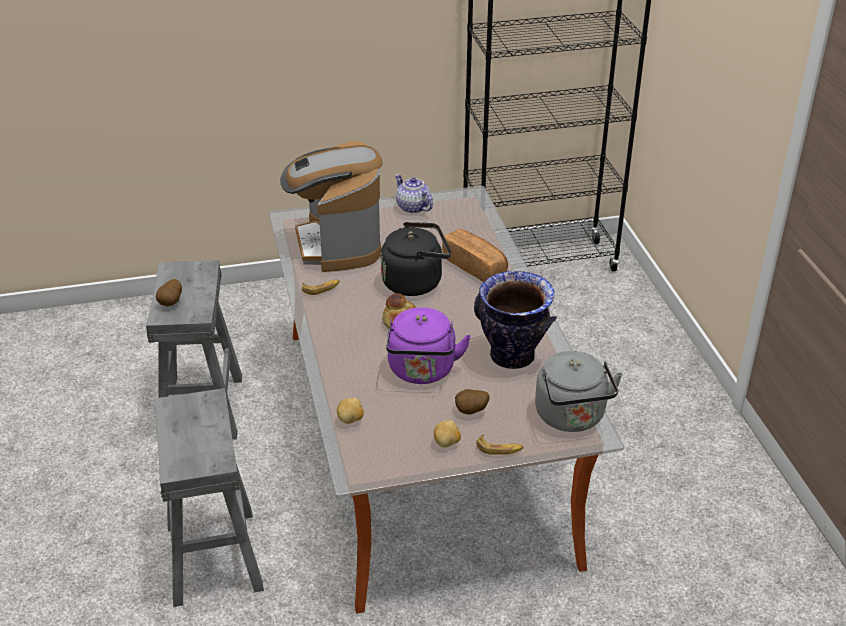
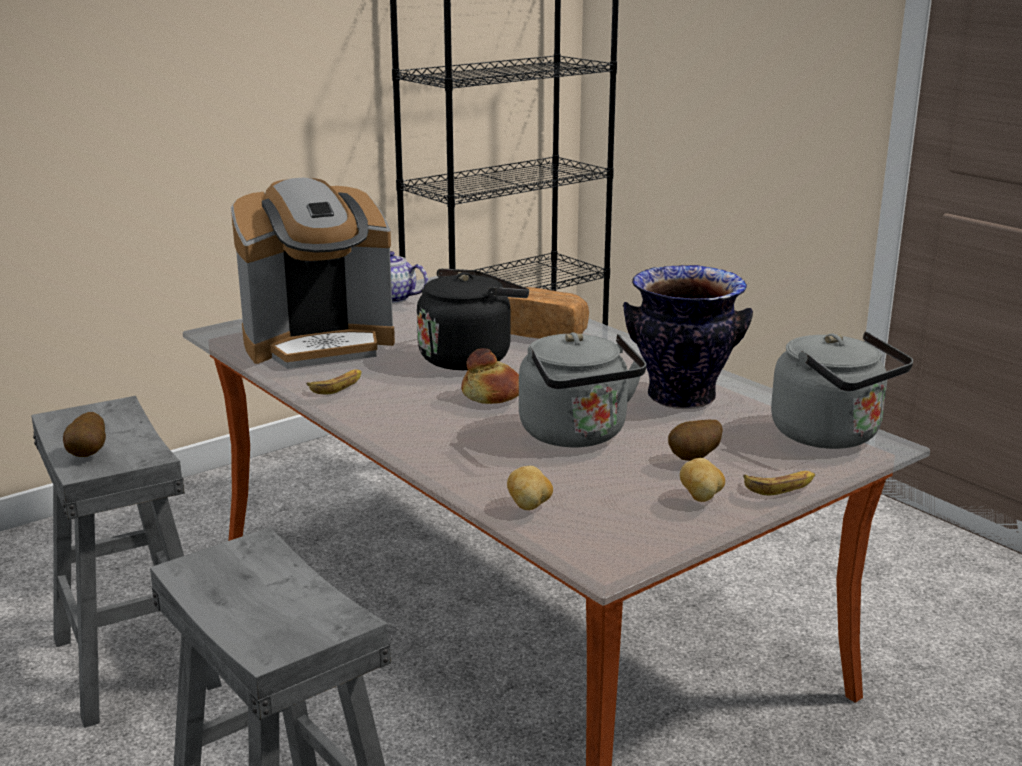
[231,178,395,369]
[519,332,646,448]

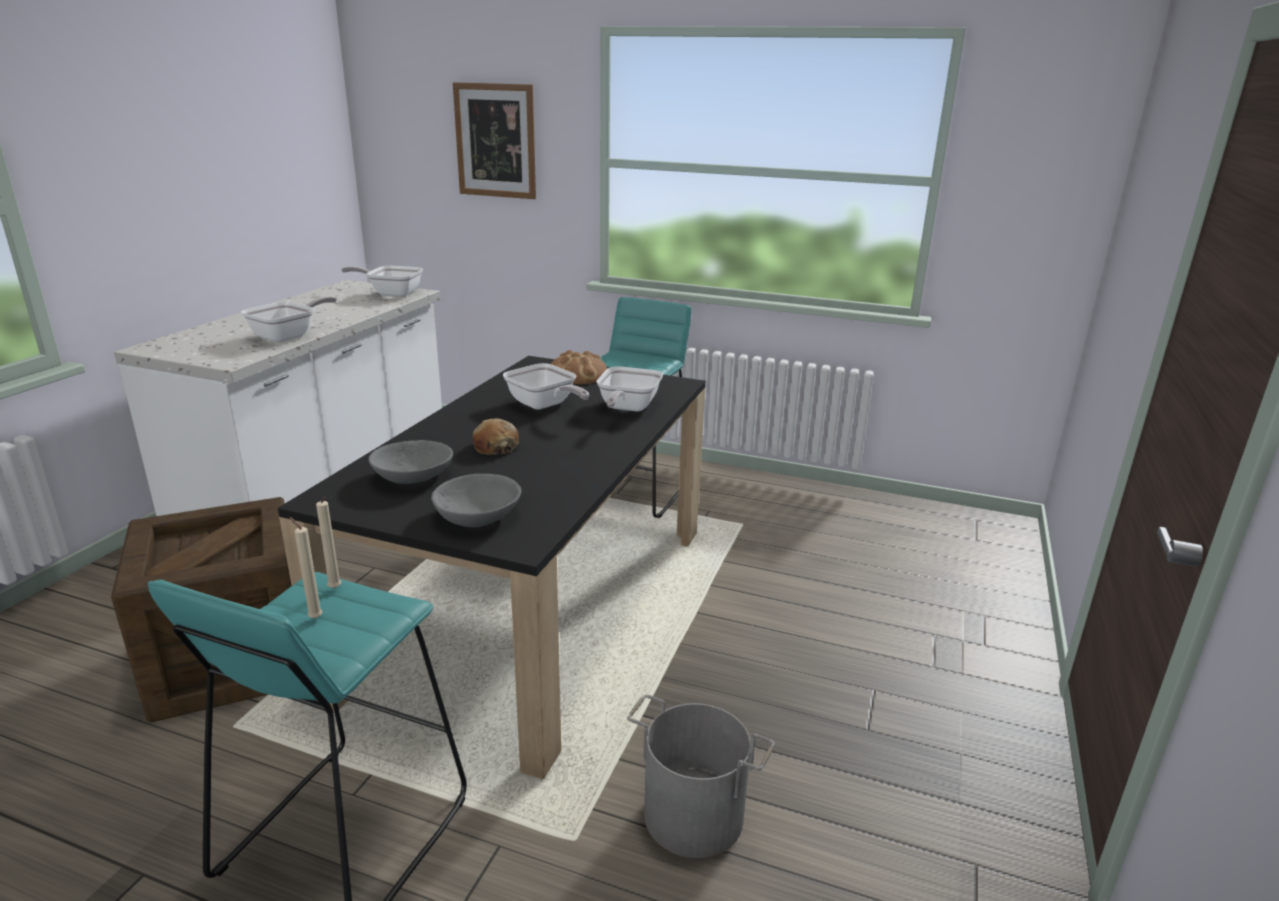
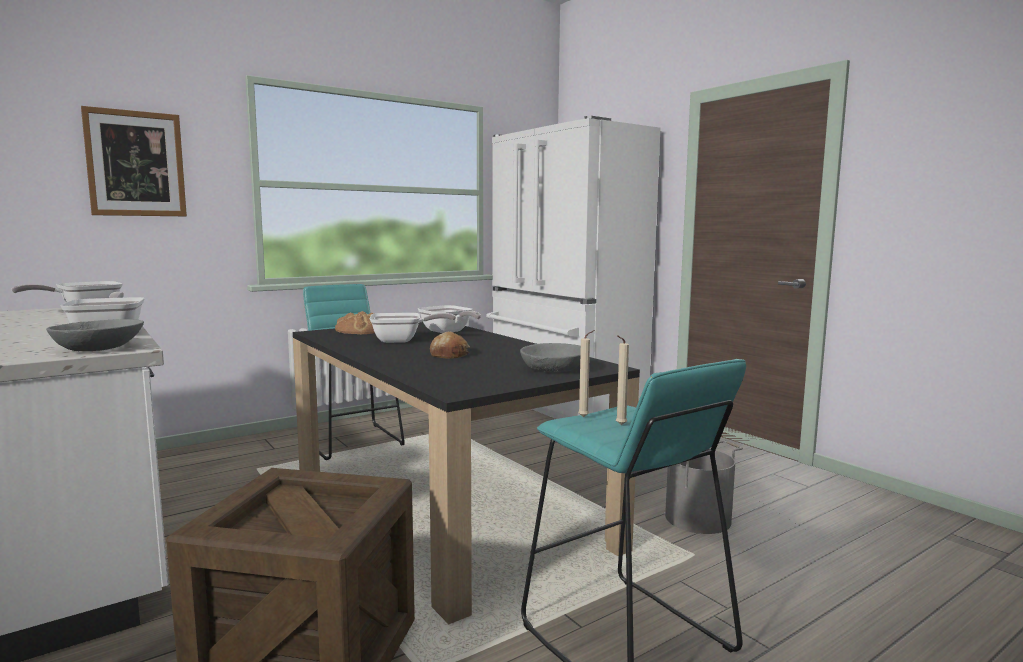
[46,319,144,351]
[486,116,661,419]

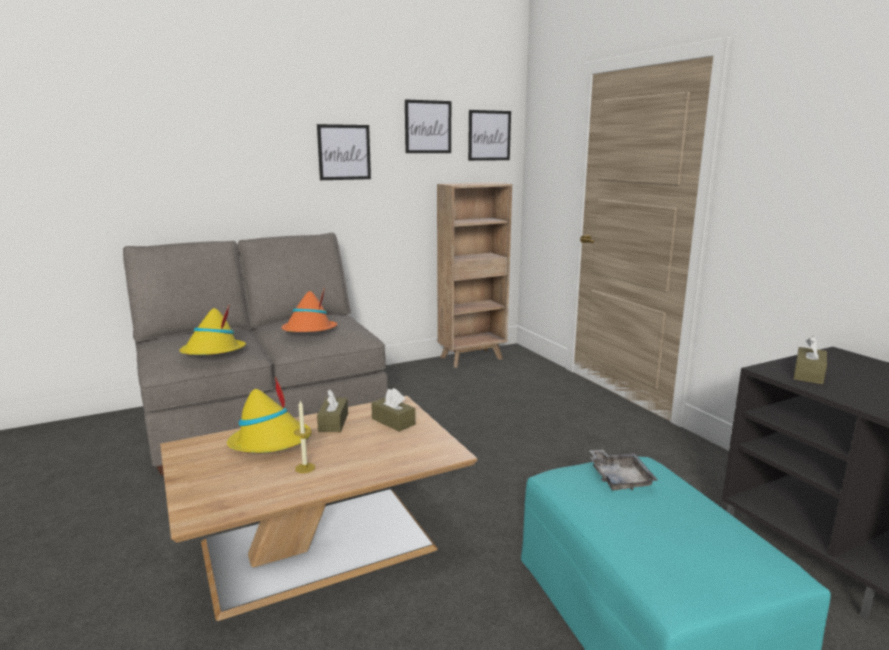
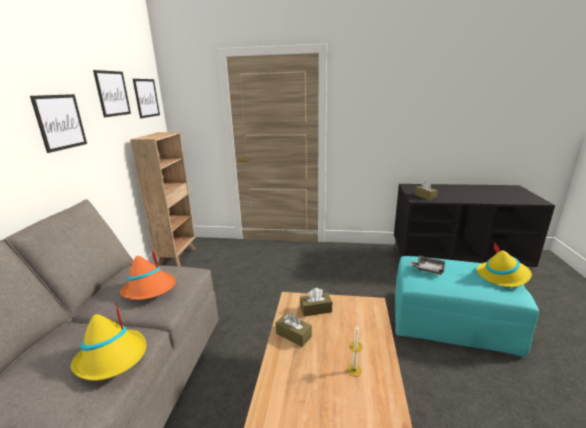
[477,241,532,287]

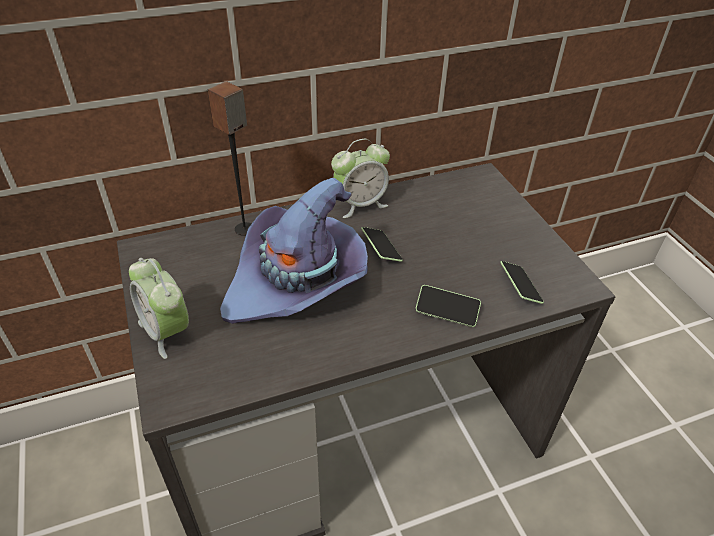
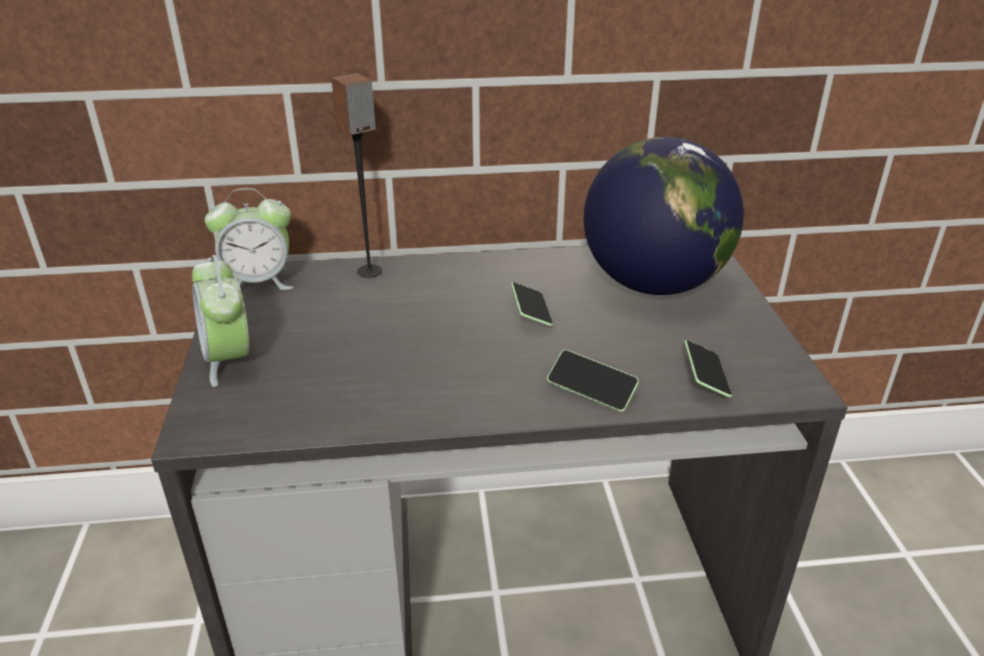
[205,188,294,290]
[220,178,368,324] (first image)
[584,137,744,295]

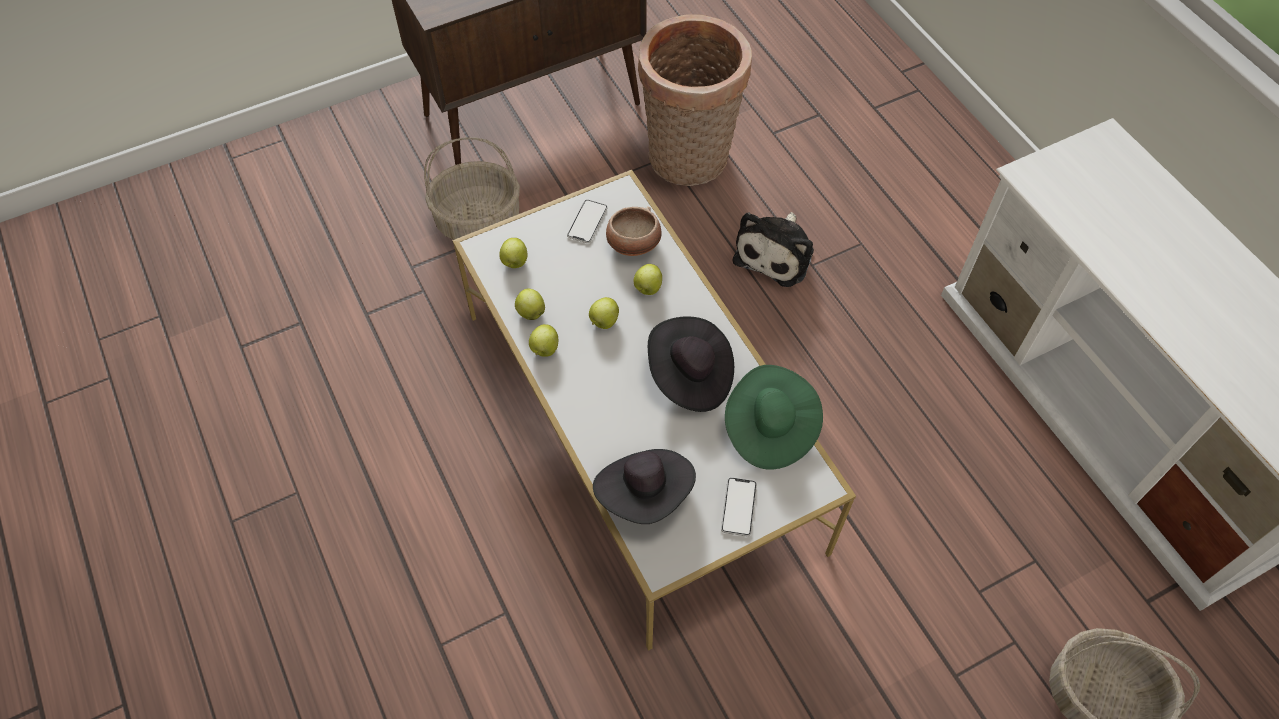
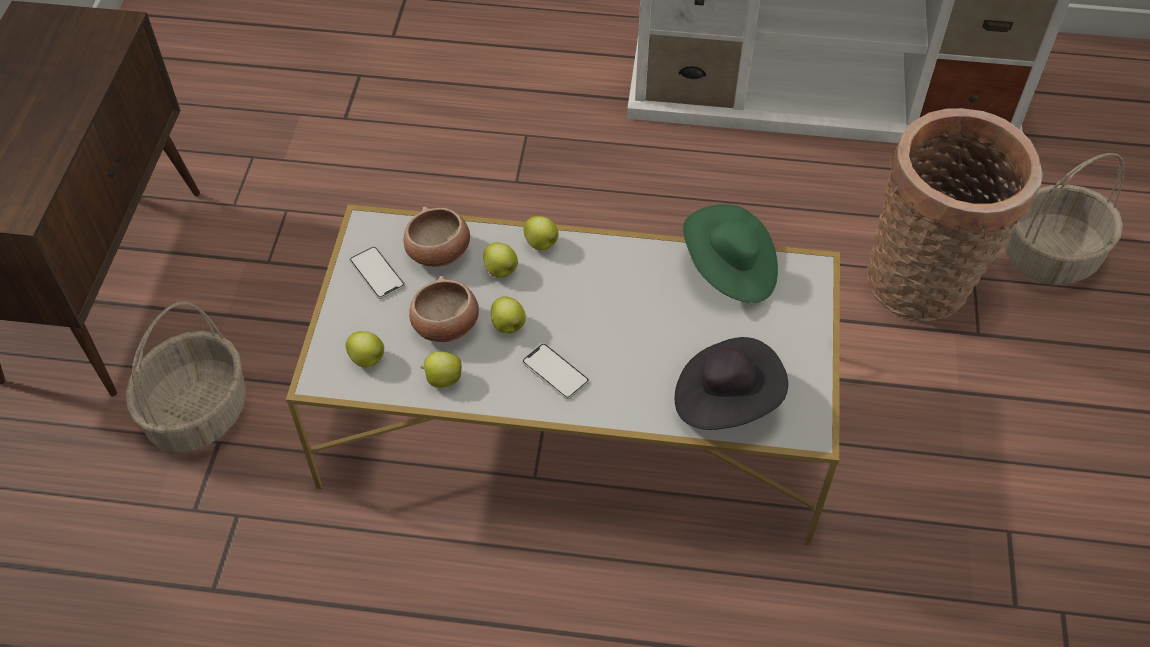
[867,108,1043,321]
[733,212,814,287] (first image)
[648,316,734,412] (first image)
[523,216,559,250]
[522,344,589,399]
[409,276,479,342]

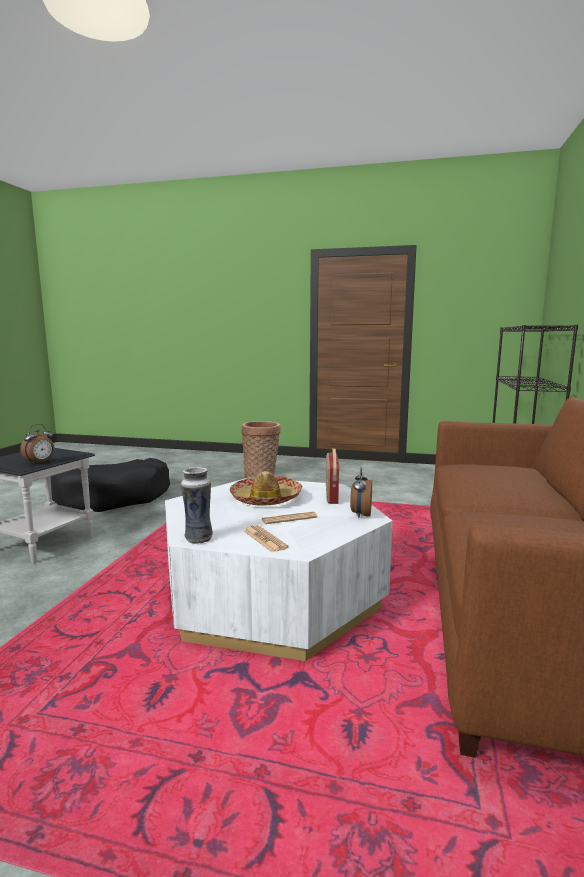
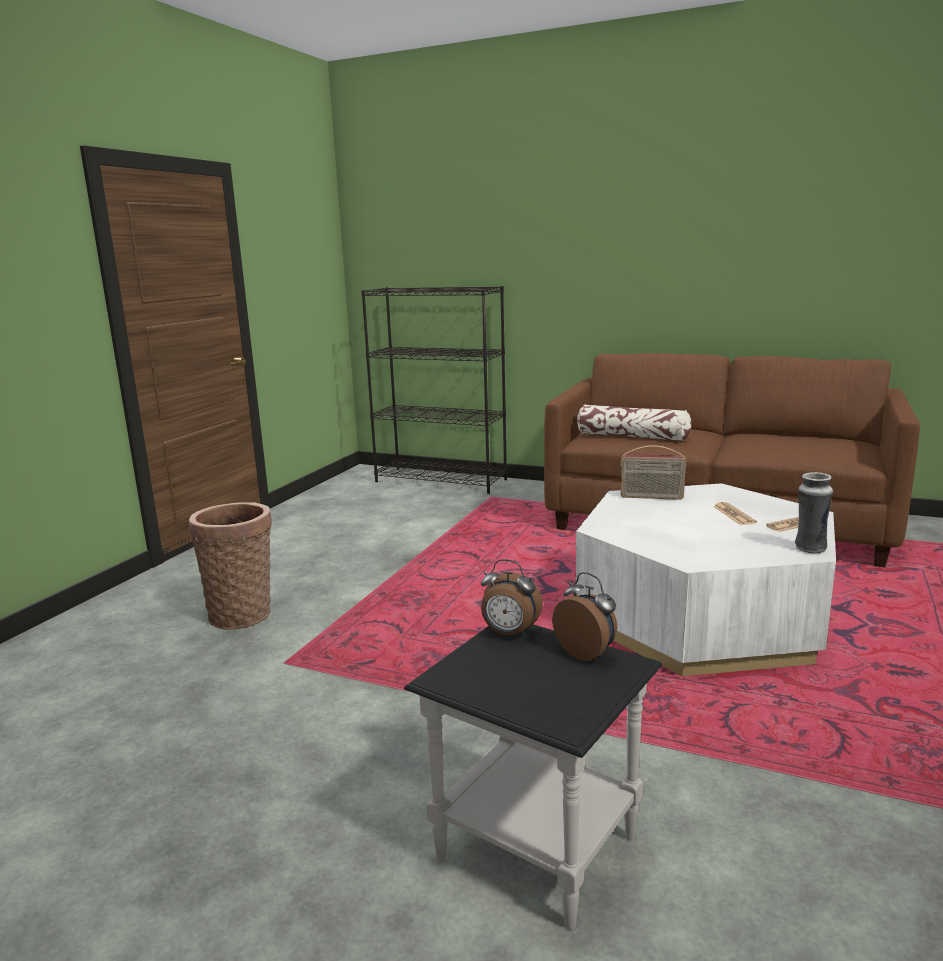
[50,458,170,512] (first image)
[481,559,543,637]
[230,471,302,506] (first image)
[577,404,692,441]

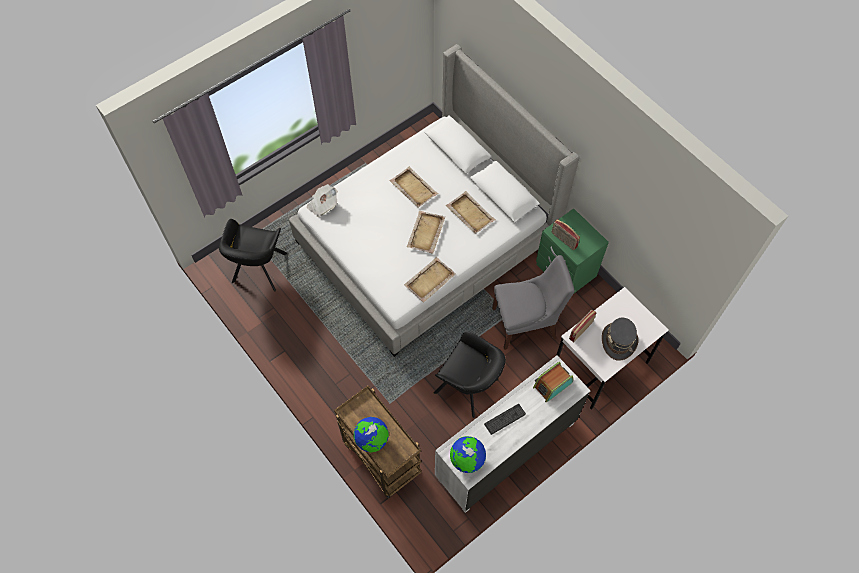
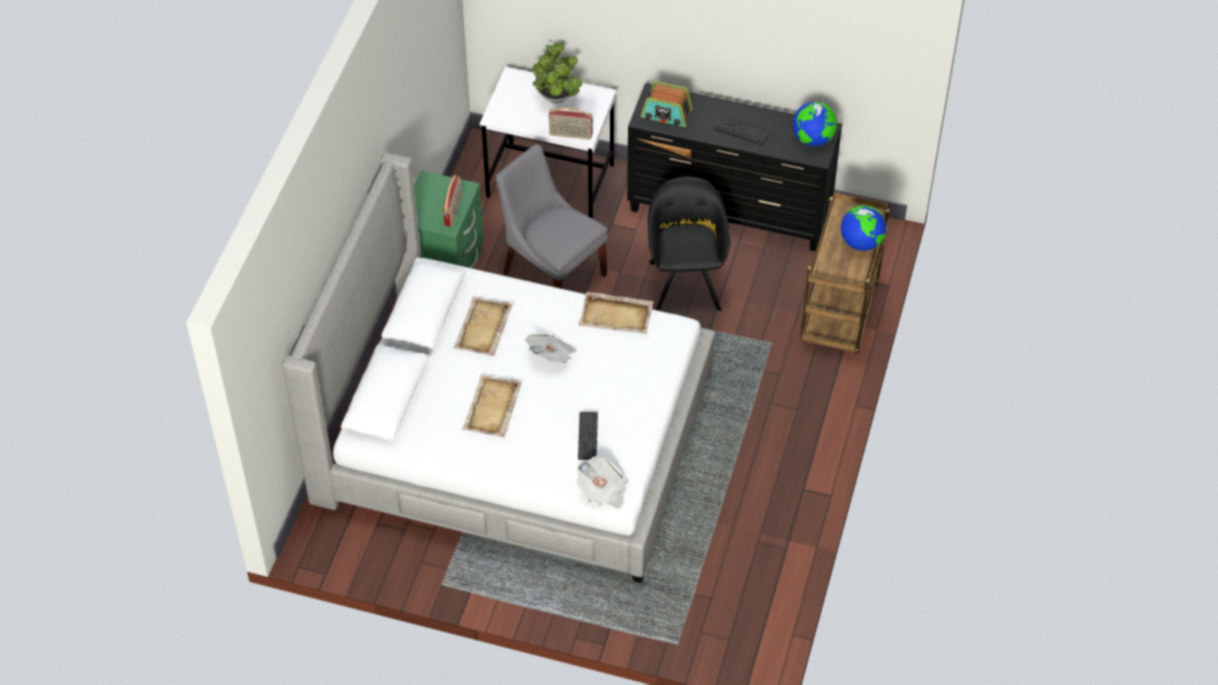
[526,334,577,363]
[219,219,287,291] (first image)
[533,42,582,104]
[627,83,842,251]
[578,412,598,460]

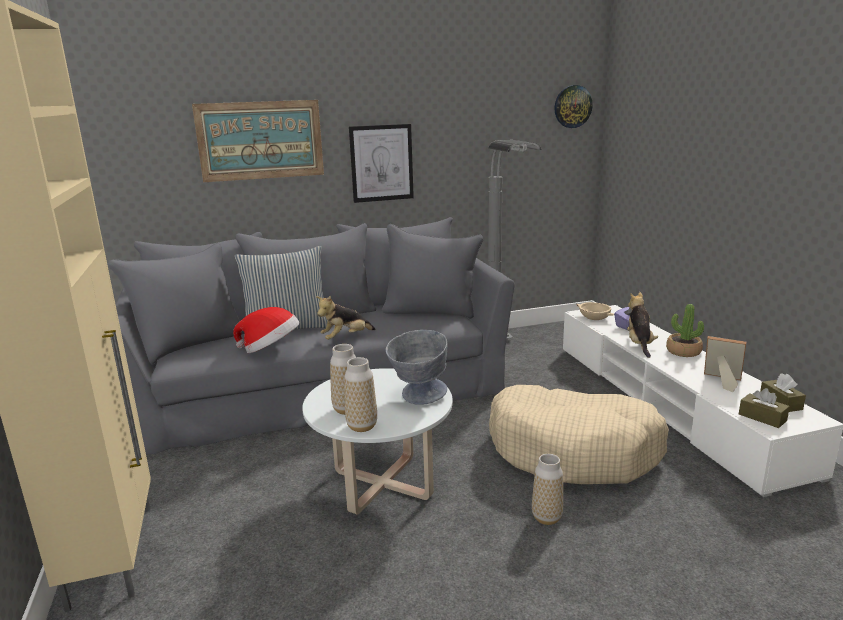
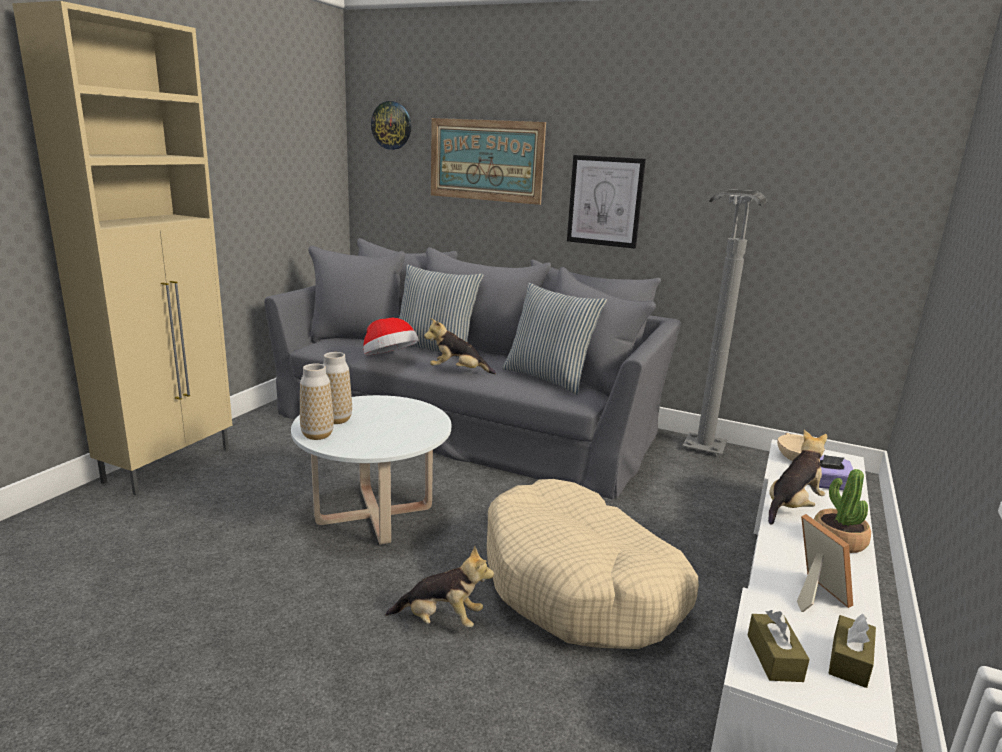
[371,101,411,150]
[386,330,447,405] (first image)
[385,546,494,628]
[502,283,607,395]

